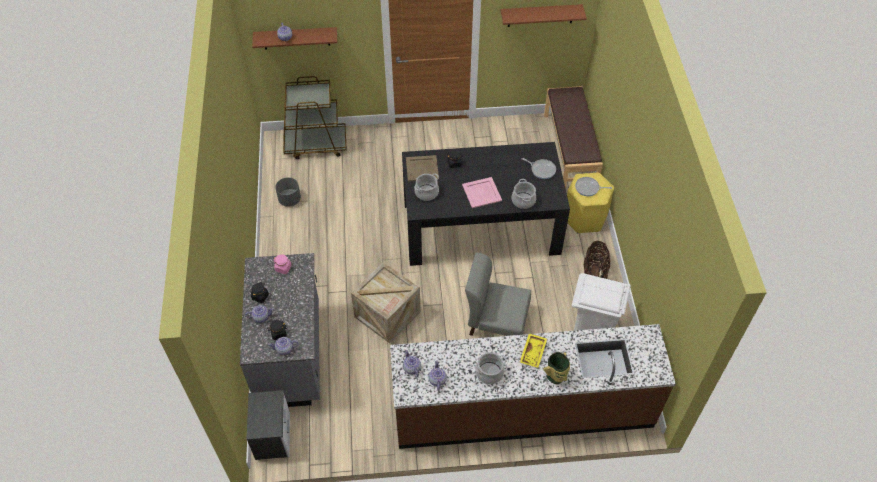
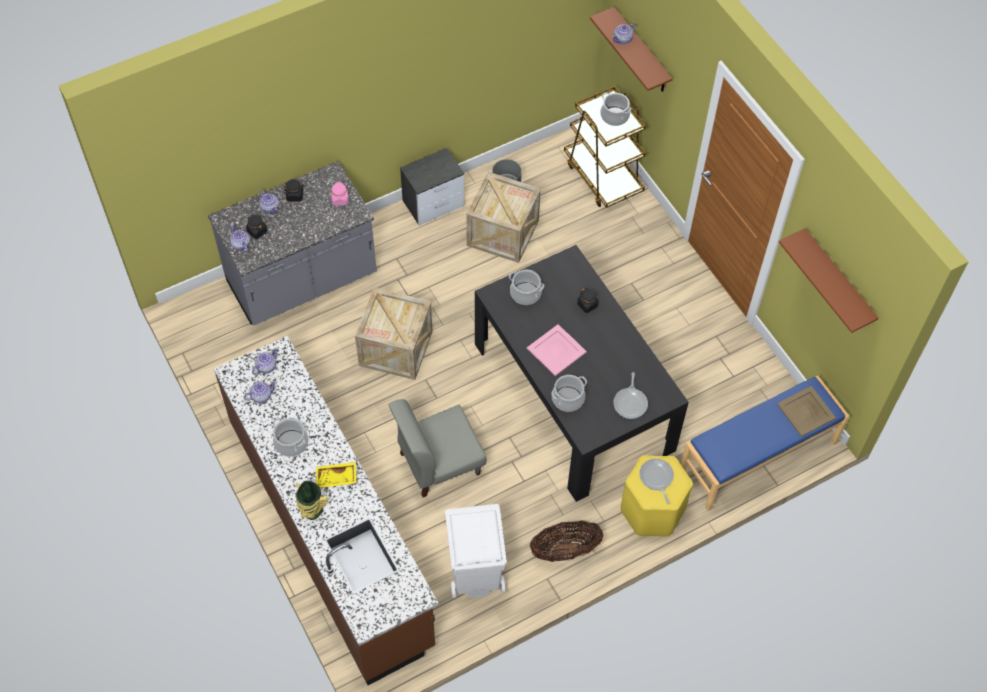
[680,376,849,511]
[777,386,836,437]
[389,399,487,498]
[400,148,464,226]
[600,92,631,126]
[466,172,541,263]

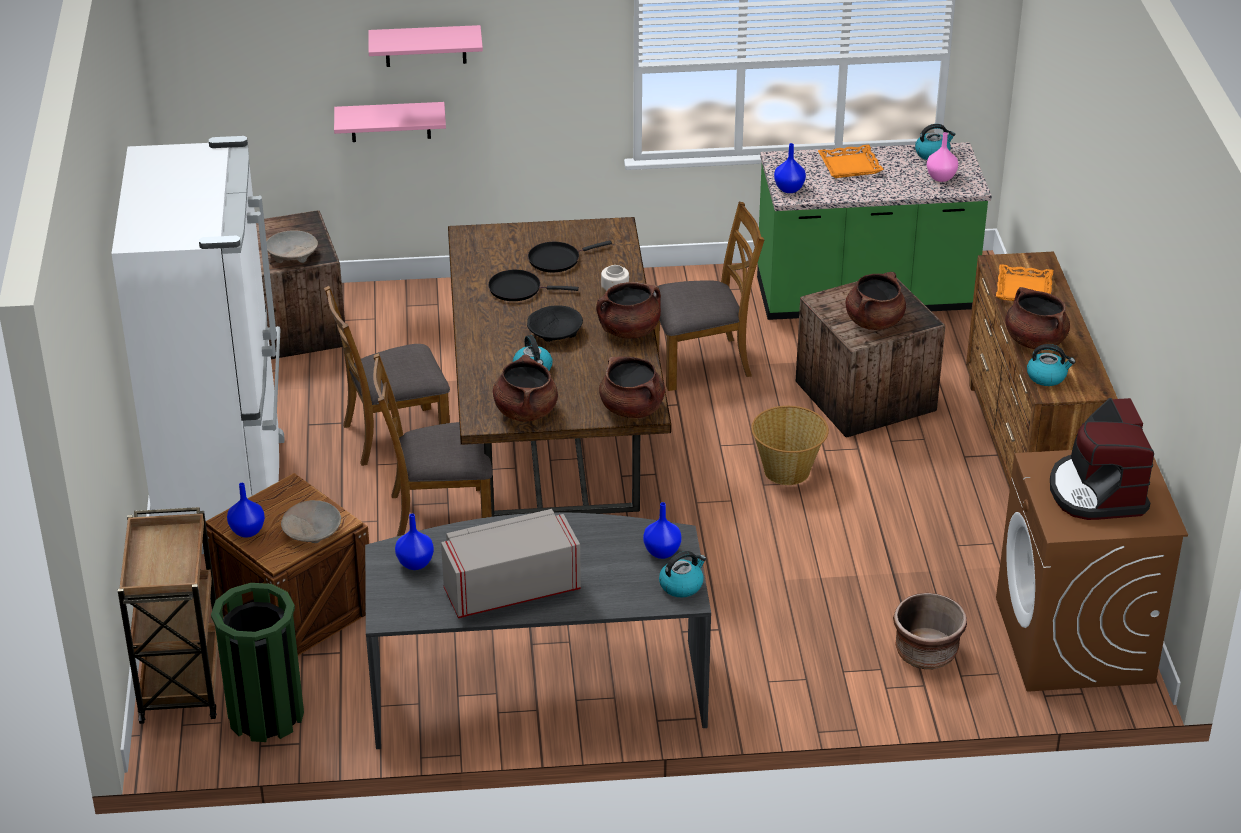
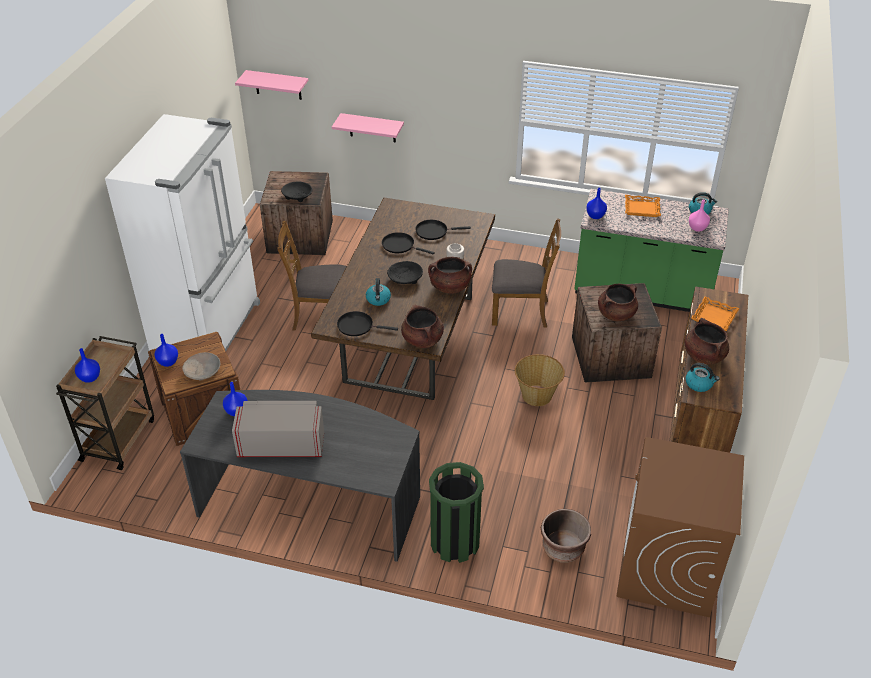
[235,70,308,100]
[281,182,312,202]
[373,353,493,537] (first image)
[337,311,398,336]
[1050,398,1154,520] (first image)
[75,348,100,383]
[659,551,706,597] (first image)
[429,462,484,563]

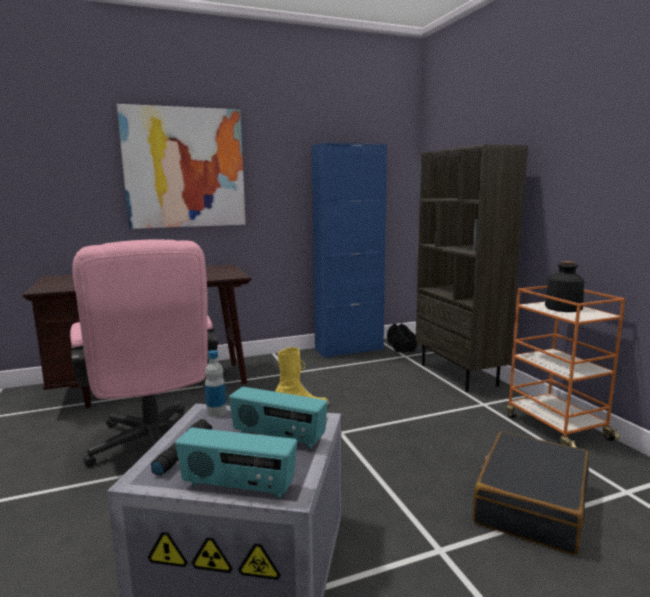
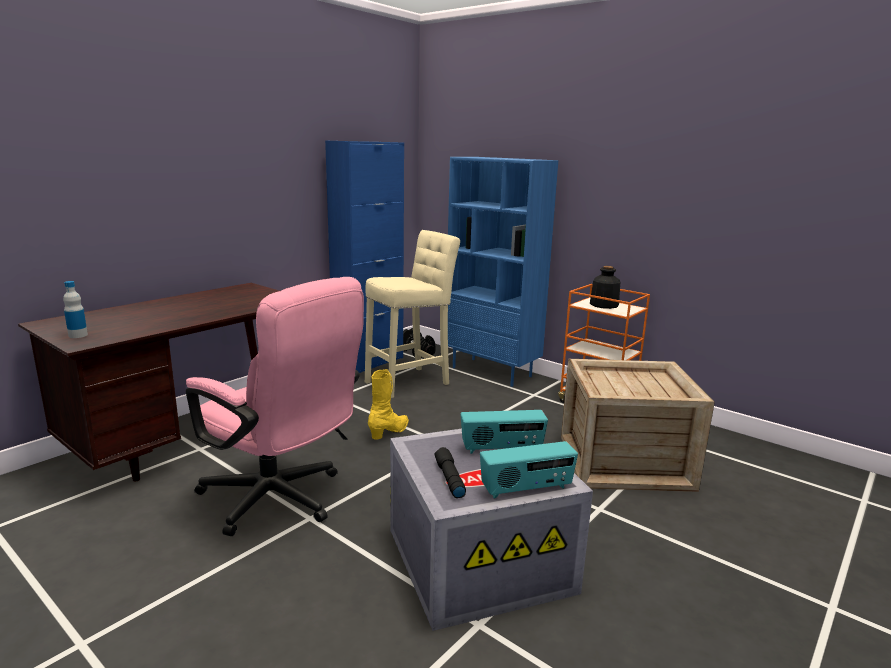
[117,104,246,229] (first image)
[448,157,558,387]
[63,281,88,338]
[561,359,715,492]
[365,230,460,398]

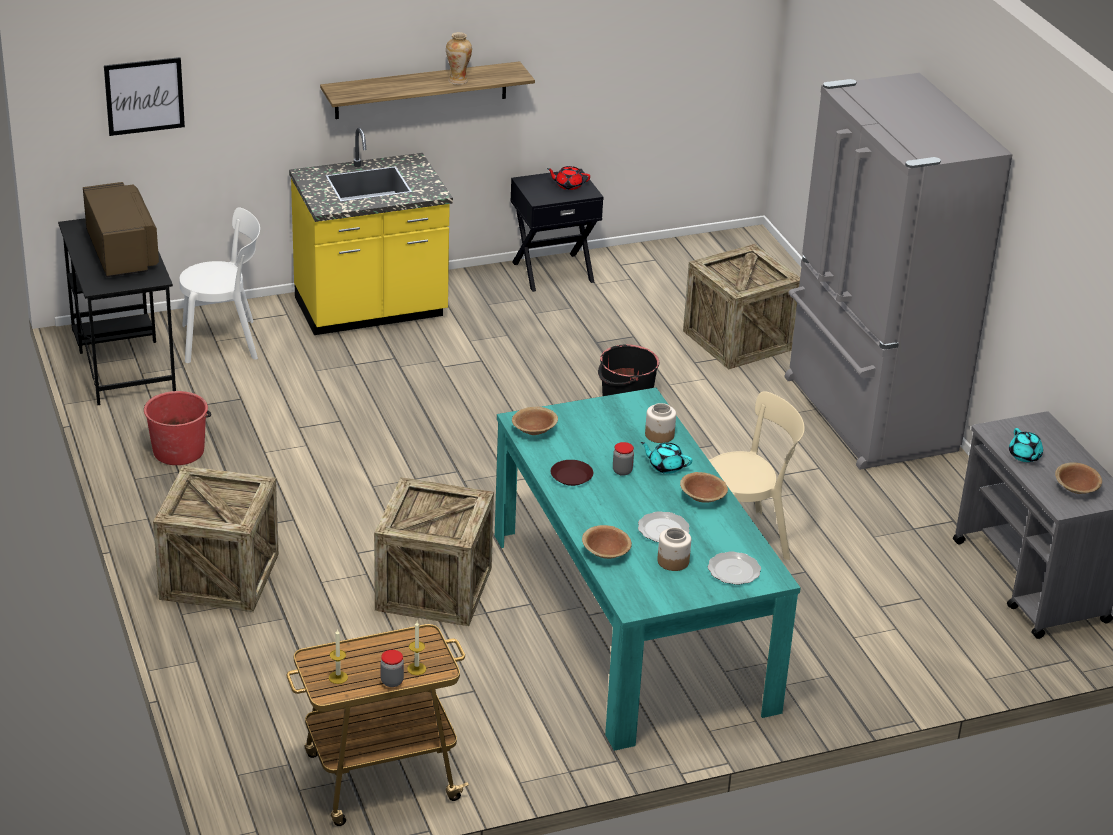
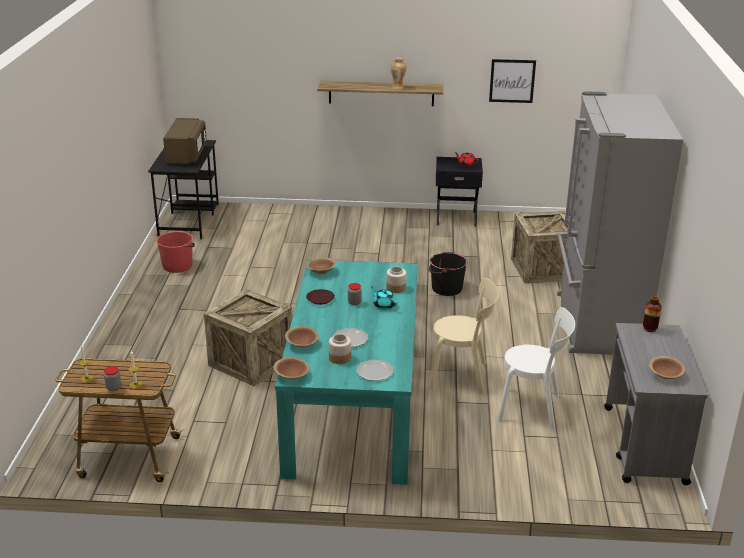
[489,59,536,103]
[289,128,453,335] (first image)
[497,307,575,429]
[1009,428,1043,462] (first image)
[153,466,279,612] (first image)
[274,357,309,380]
[643,296,662,332]

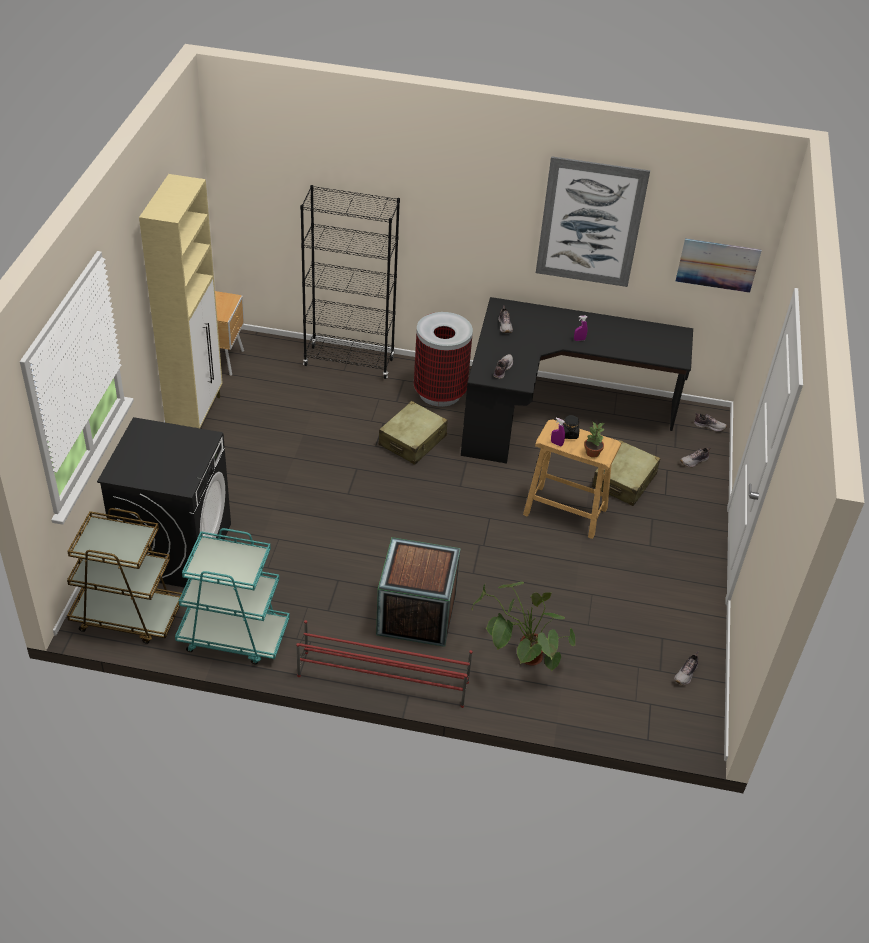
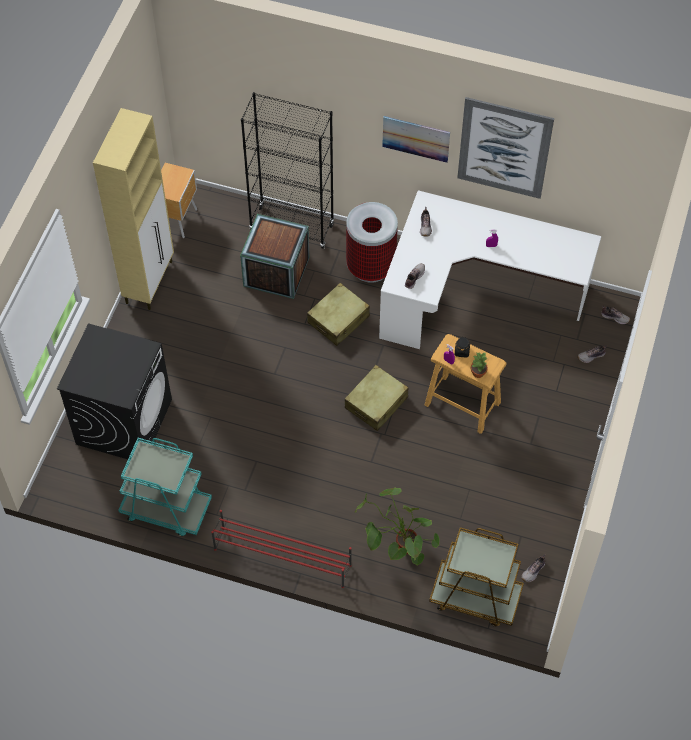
[382,116,450,163]
[379,190,601,349]
[345,365,409,431]
[429,527,524,627]
[240,214,310,299]

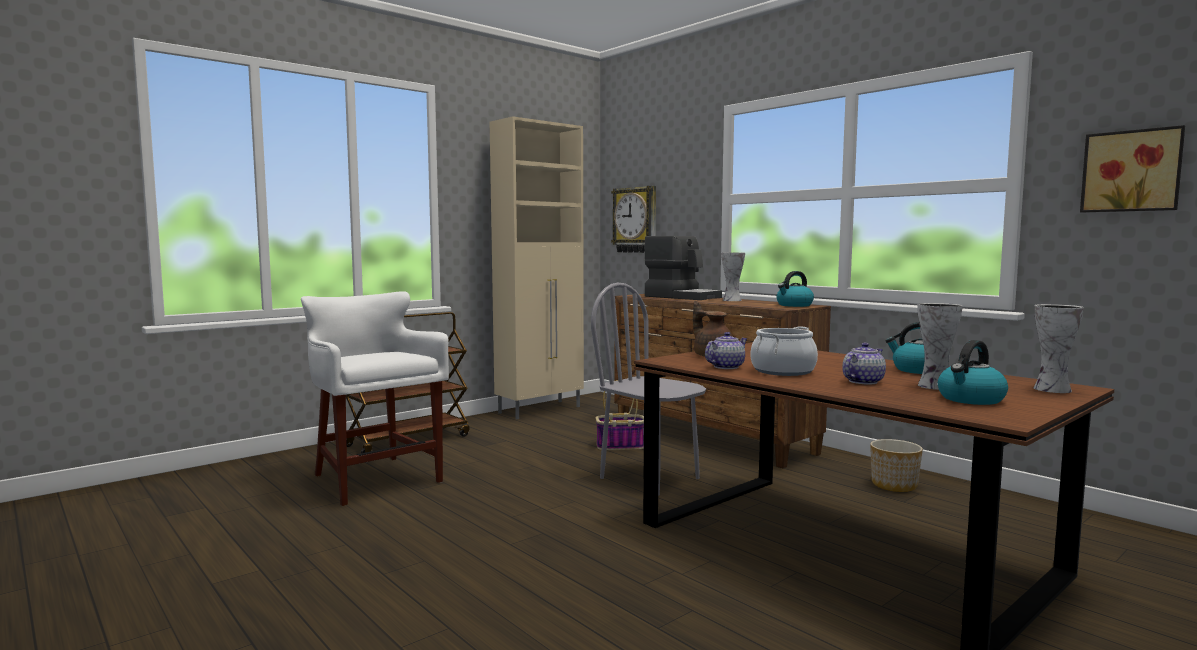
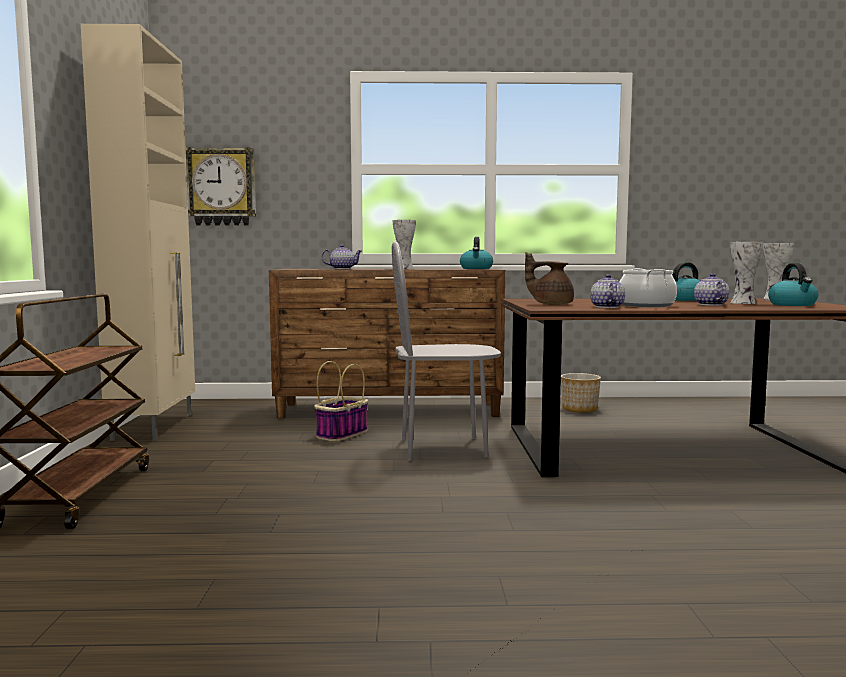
[1080,125,1185,212] (first image)
[322,245,361,269]
[301,291,449,506] (first image)

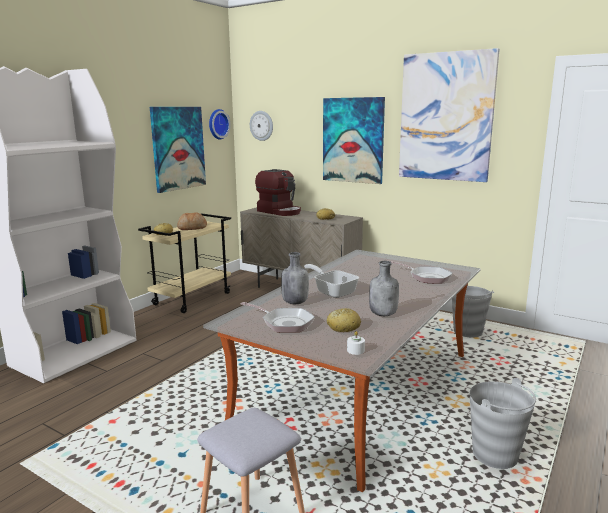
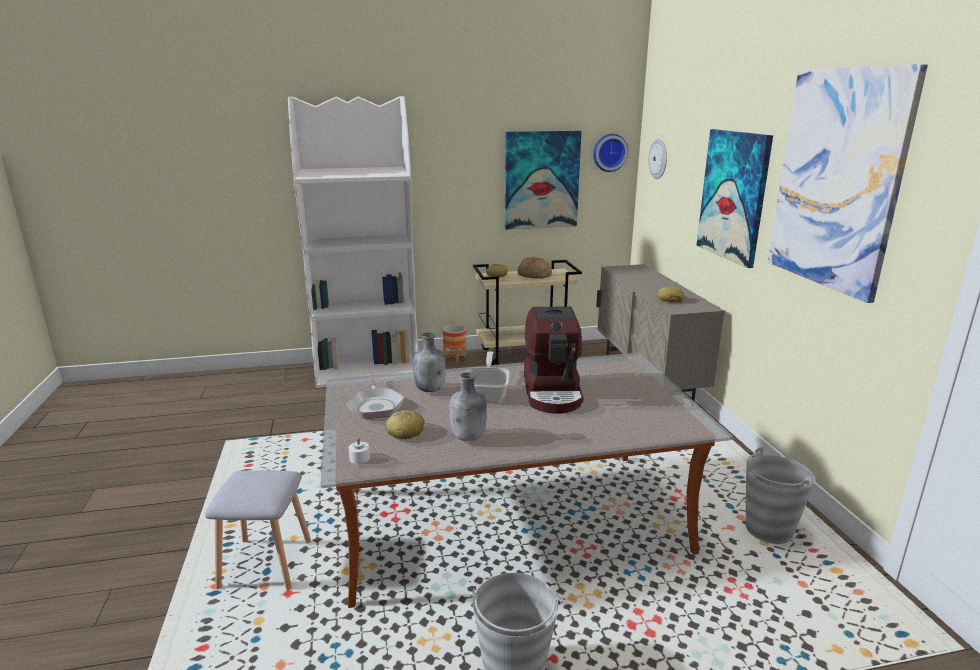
[524,307,583,414]
[390,261,452,284] (first image)
[443,325,466,363]

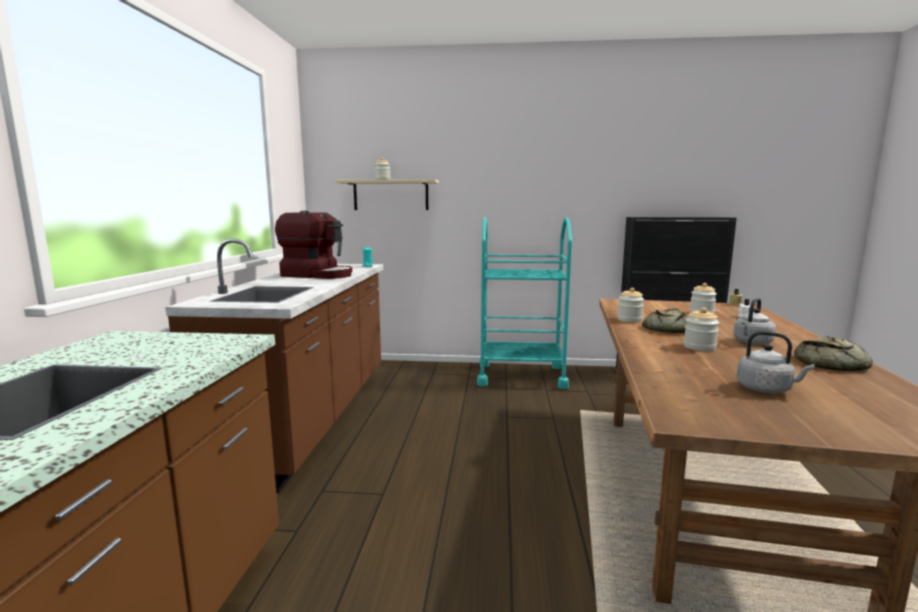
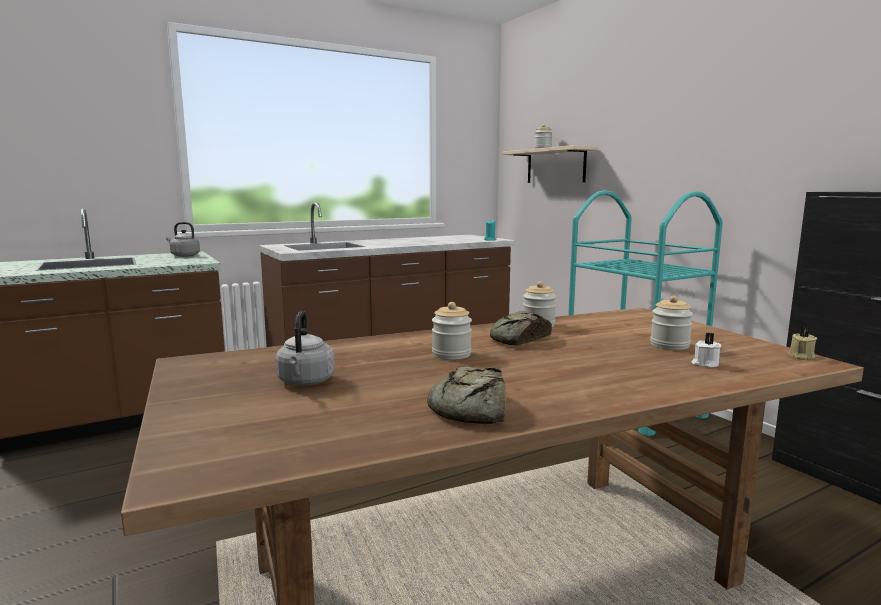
[275,211,352,279] (first image)
[166,222,200,257]

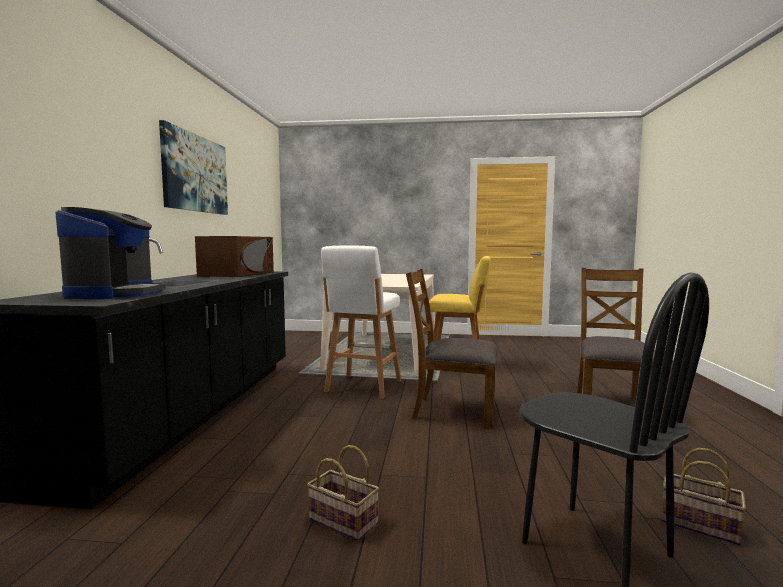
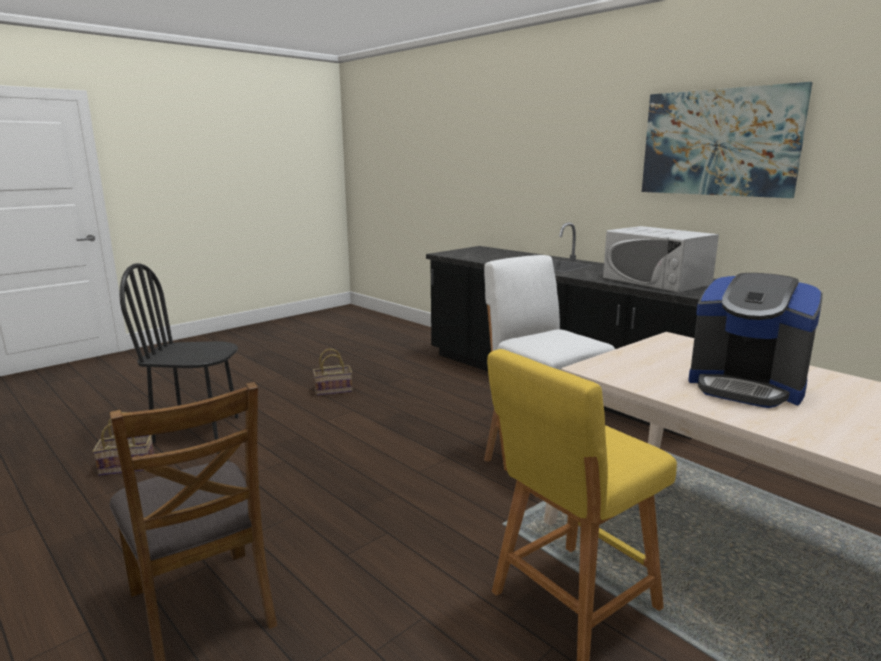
[688,273,823,408]
[603,226,719,293]
[406,269,498,428] (first image)

